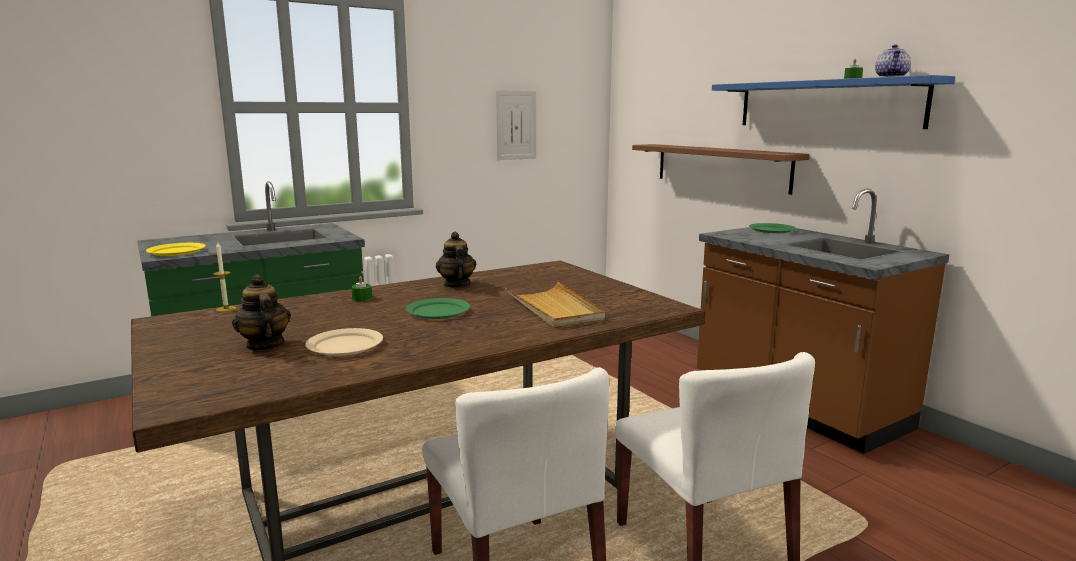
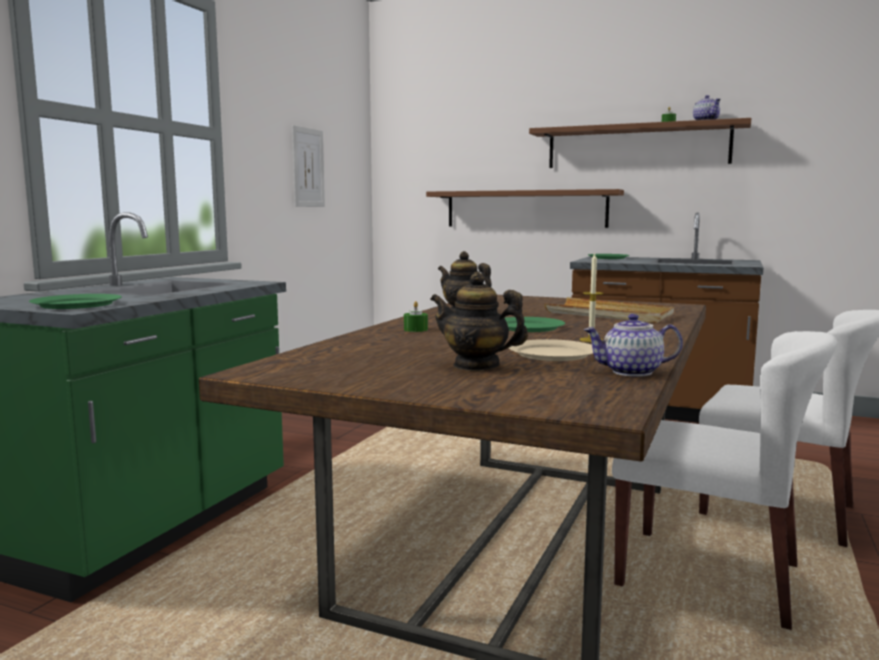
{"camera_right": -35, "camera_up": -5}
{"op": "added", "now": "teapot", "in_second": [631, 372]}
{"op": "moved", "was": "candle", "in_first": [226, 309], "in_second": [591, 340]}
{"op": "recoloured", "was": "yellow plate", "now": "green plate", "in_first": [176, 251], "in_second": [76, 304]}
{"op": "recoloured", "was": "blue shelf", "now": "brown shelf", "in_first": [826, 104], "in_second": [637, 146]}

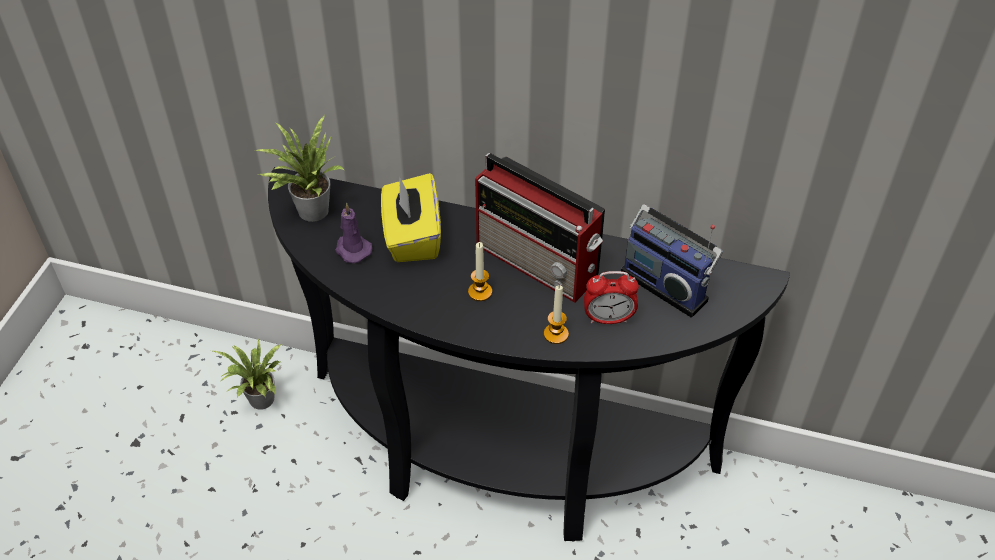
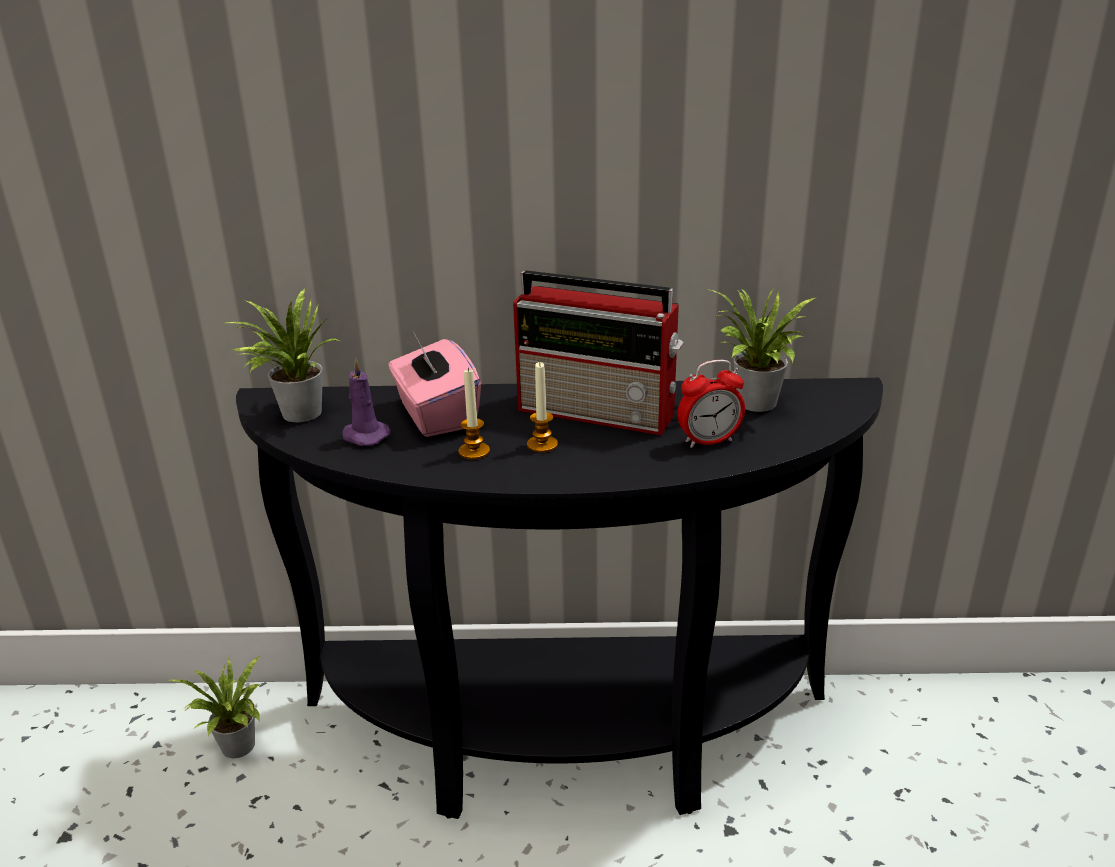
{"camera_right": -15, "camera_up": -20}
{"op": "moved", "was": "candle", "in_first": [556, 334], "in_second": [474, 451]}
{"op": "replaced", "was": "radio", "now": "potted plant", "in_first": [666, 284], "in_second": [755, 405]}
{"op": "recoloured", "was": "yellow tissue box", "now": "pink tissue box", "in_first": [412, 237], "in_second": [436, 415]}

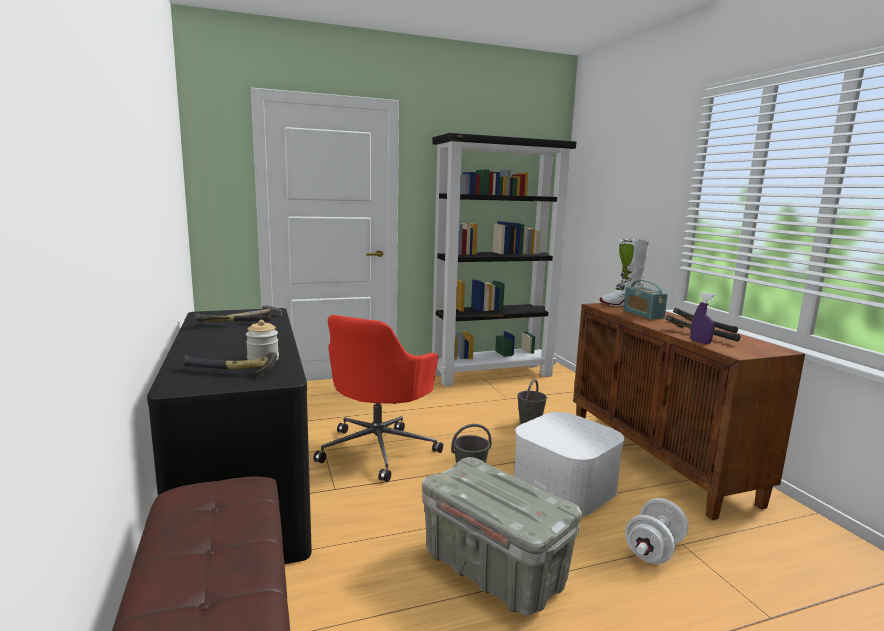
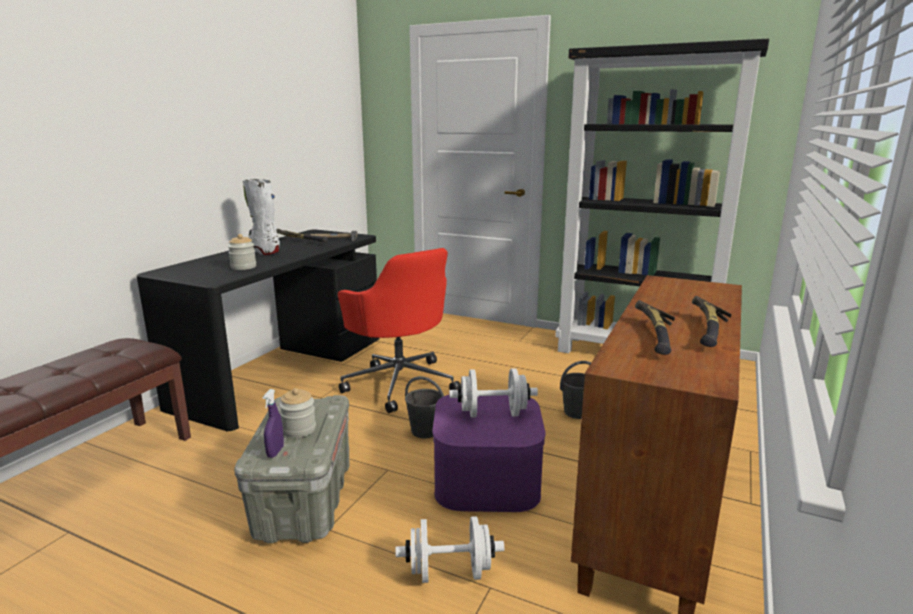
{"camera_right": 45, "camera_up": 5}
{"op": "removed", "was": "hammer", "in_first": [230, 373]}
{"op": "removed", "was": "radio", "in_first": [643, 314]}
{"op": "added", "now": "jar", "in_second": [299, 429]}
{"op": "added", "now": "white dumbbell", "in_second": [493, 414]}
{"op": "moved", "was": "white boot", "in_first": [620, 304], "in_second": [258, 252]}
{"op": "moved", "was": "purple spray bottle", "in_first": [700, 342], "in_second": [275, 452]}
{"op": "recoloured", "was": "white storage box", "now": "purple storage box", "in_first": [565, 486], "in_second": [487, 478]}
{"op": "turned", "was": "red office chair", "in_first": [379, 449], "in_second": [400, 383], "clockwise": -105}

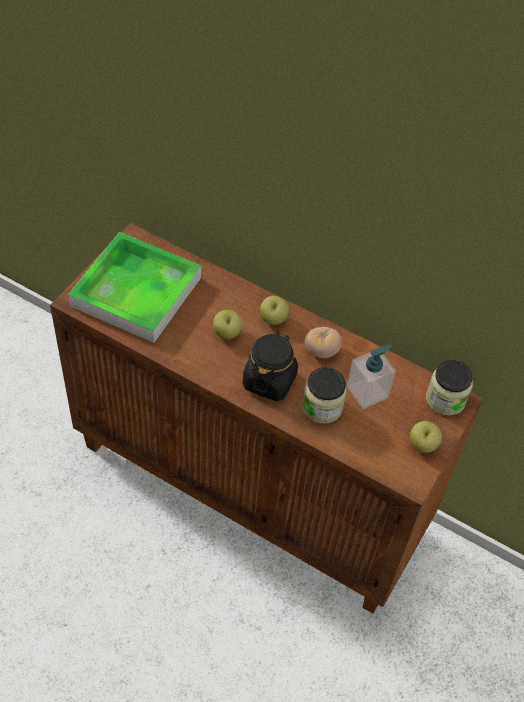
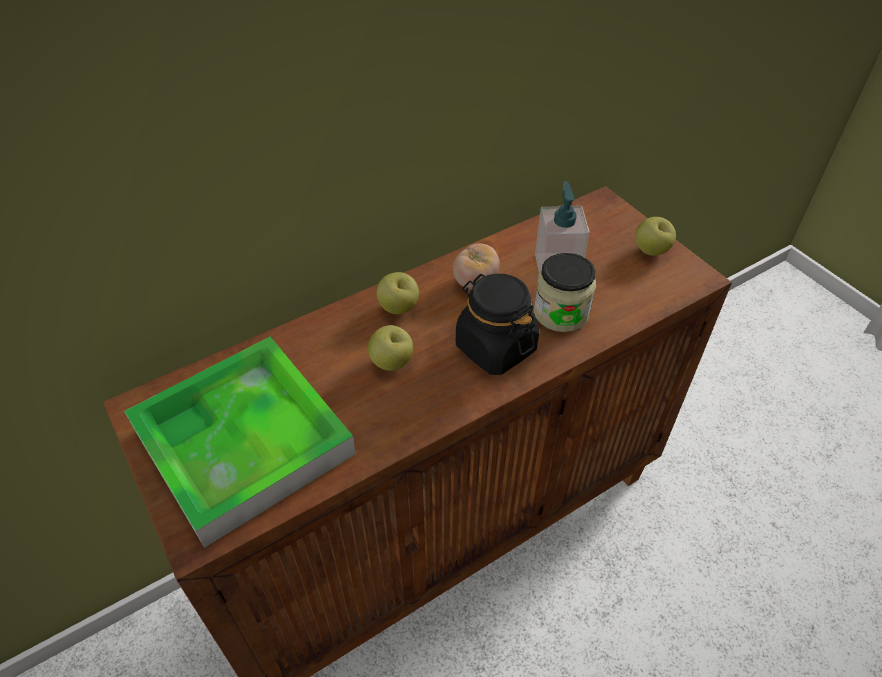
{"camera_right": -60, "camera_up": -5}
{"op": "removed", "was": "jar", "in_first": [445, 399]}

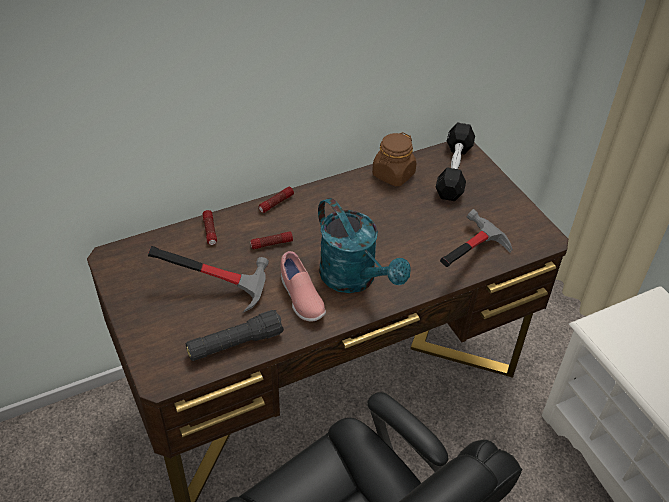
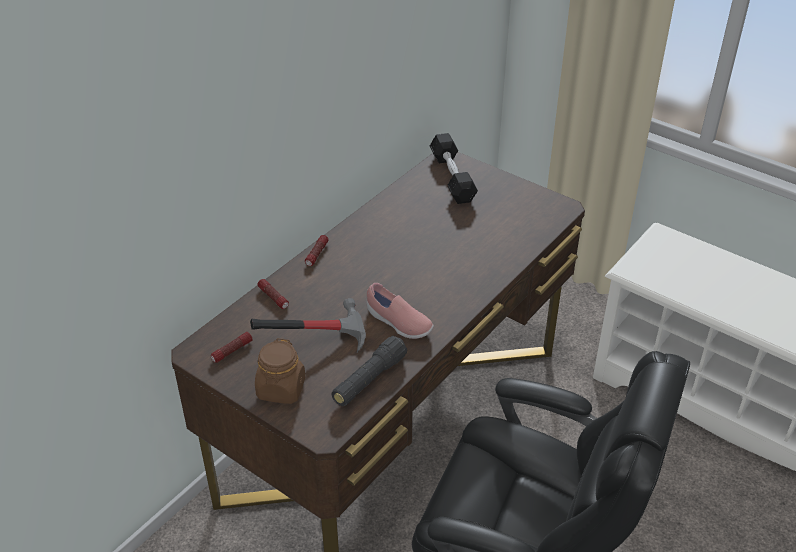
{"camera_right": -25, "camera_up": -5}
{"op": "removed", "was": "turquoise watering can", "in_first": [355, 279]}
{"op": "removed", "was": "hammer", "in_first": [467, 256]}
{"op": "moved", "was": "flashlight", "in_first": [271, 244], "in_second": [232, 351]}
{"op": "moved", "was": "brown jar", "in_first": [393, 175], "in_second": [281, 389]}

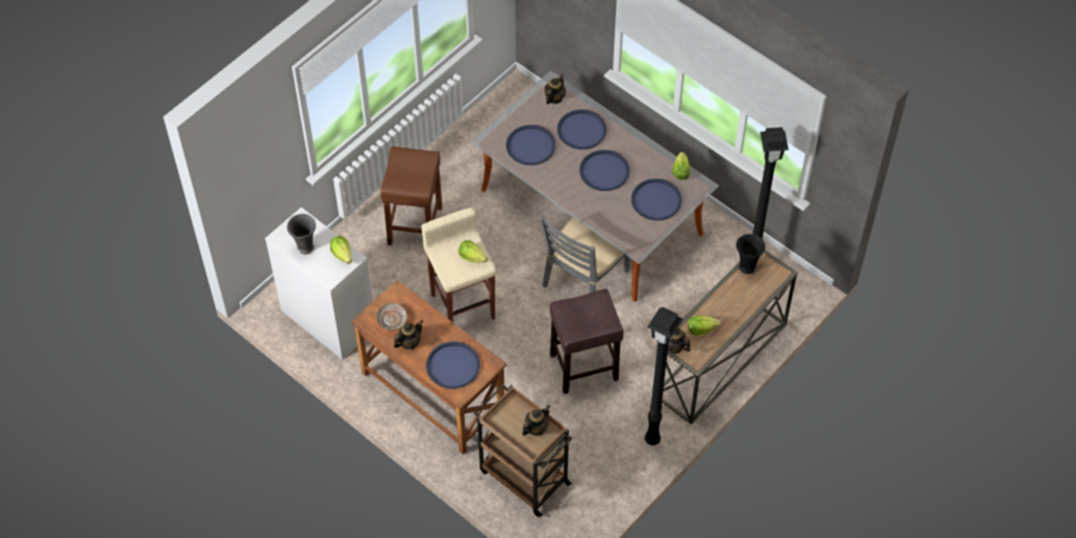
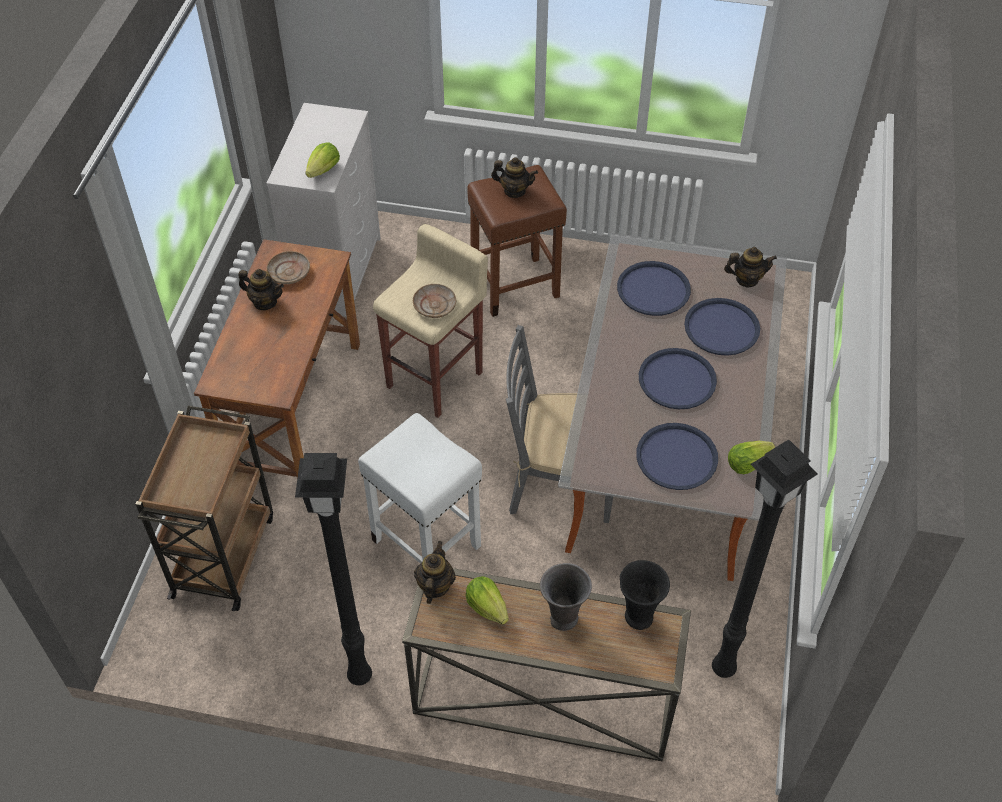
{"camera_right": 60, "camera_up": -5}
{"op": "removed", "was": "blue tray", "in_first": [453, 366]}
{"op": "moved", "was": "grey vase", "in_first": [305, 248], "in_second": [562, 619]}
{"op": "moved", "was": "teapot", "in_first": [536, 428], "in_second": [514, 191]}
{"op": "replaced", "was": "lettuce", "now": "beige plate", "in_first": [472, 257], "in_second": [434, 305]}
{"op": "recoloured", "was": "brown stool", "now": "white stool", "in_first": [585, 366], "in_second": [428, 544]}

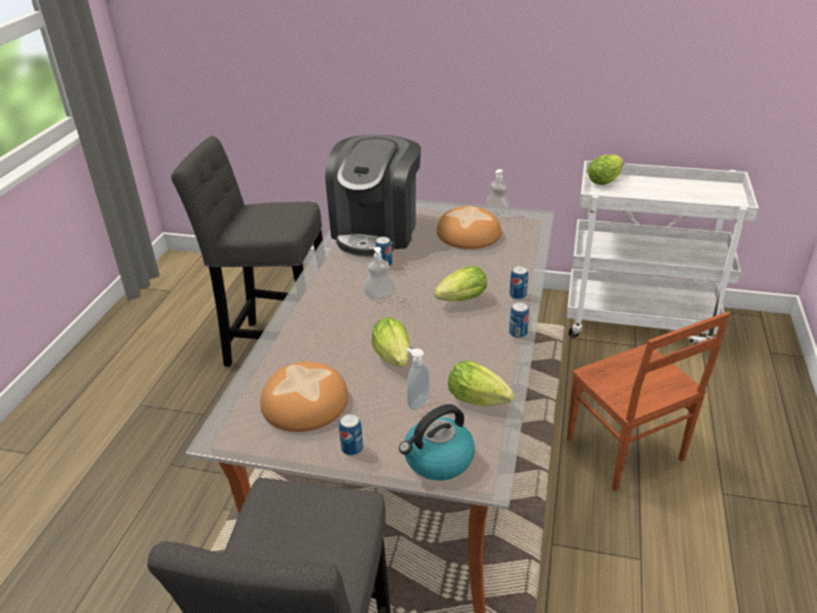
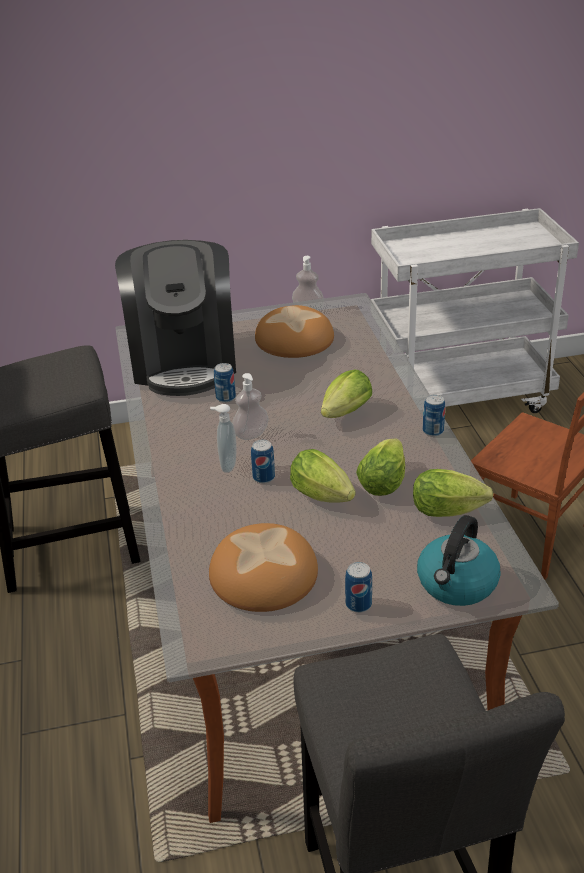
{"camera_right": -25, "camera_up": 0}
{"op": "moved", "was": "soap dispenser", "in_first": [417, 402], "in_second": [226, 465]}
{"op": "moved", "was": "can", "in_first": [518, 295], "in_second": [264, 477]}
{"op": "moved", "was": "lettuce", "in_first": [606, 180], "in_second": [384, 481]}

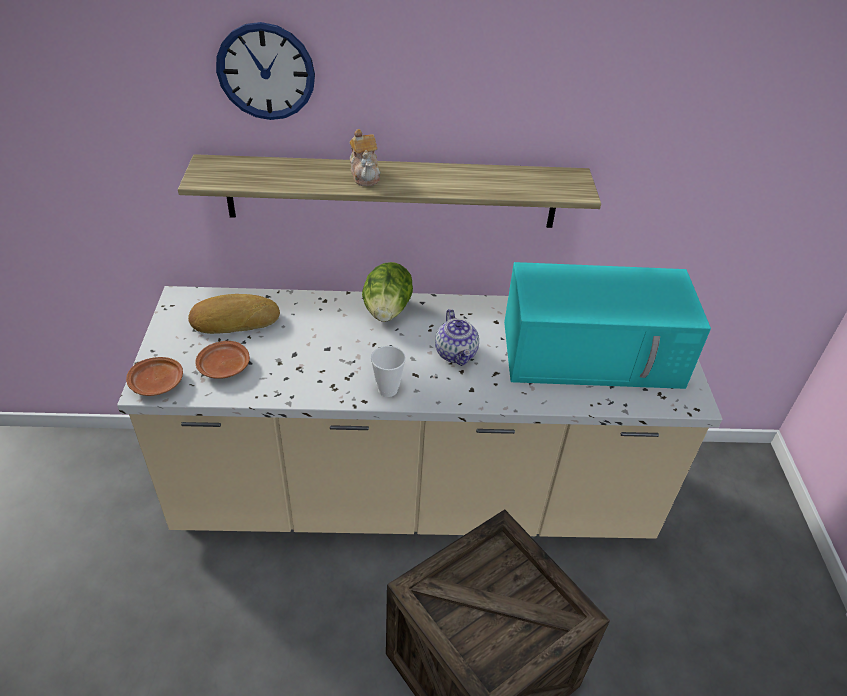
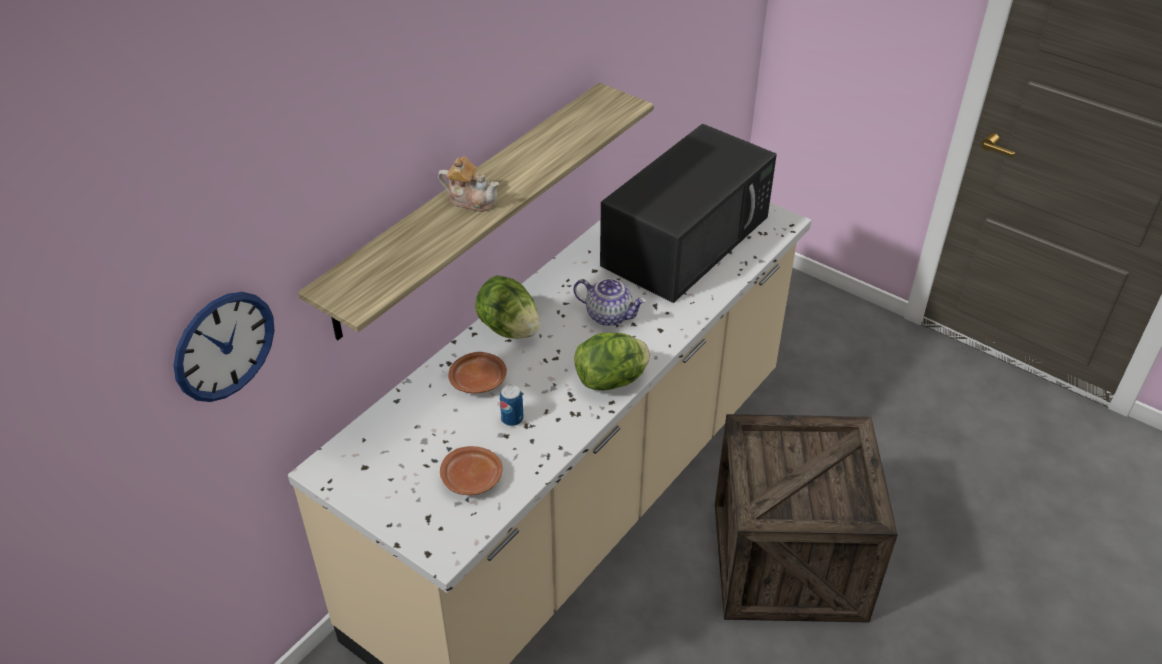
{"camera_right": -50, "camera_up": 0}
{"op": "removed", "was": "bread", "in_first": [234, 319]}
{"op": "added", "now": "can", "in_second": [512, 419]}
{"op": "moved", "was": "brown plate", "in_first": [157, 383], "in_second": [478, 380]}
{"op": "moved", "was": "wall clock", "in_first": [266, 72], "in_second": [224, 346]}
{"op": "replaced", "was": "cup", "now": "lettuce", "in_first": [387, 389], "in_second": [612, 380]}
{"op": "recoloured", "was": "turquoise microwave", "now": "black microwave", "in_first": [594, 353], "in_second": [686, 239]}

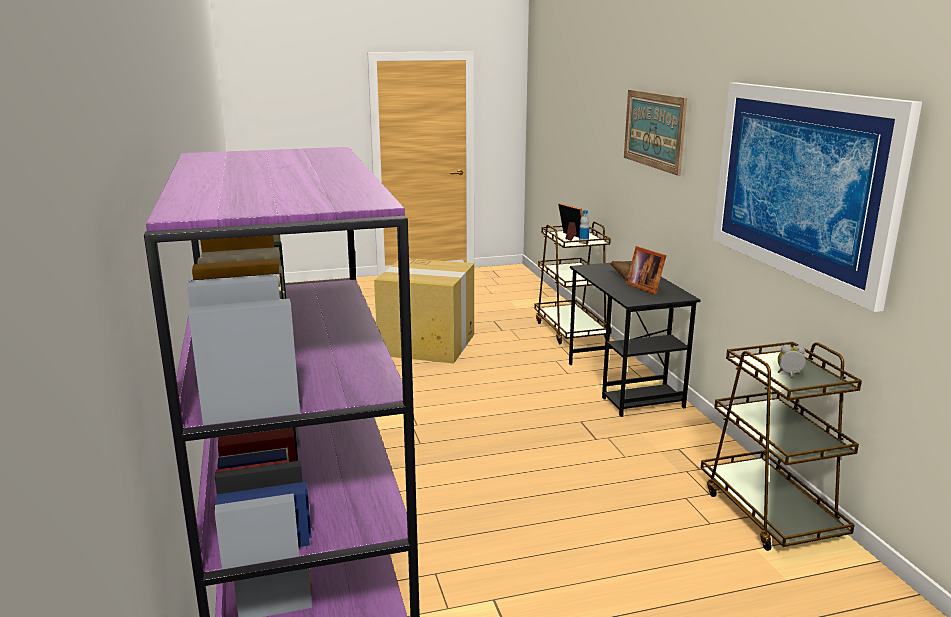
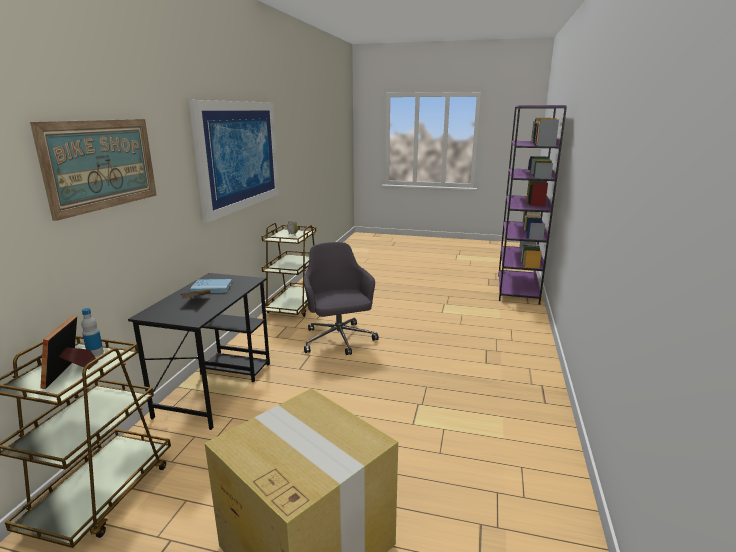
{"camera_right": -150, "camera_up": 0}
{"op": "added", "now": "grey office chair", "in_second": [339, 340]}
{"op": "replaced", "was": "picture frame", "now": "blue book", "in_first": [645, 287], "in_second": [212, 288]}

